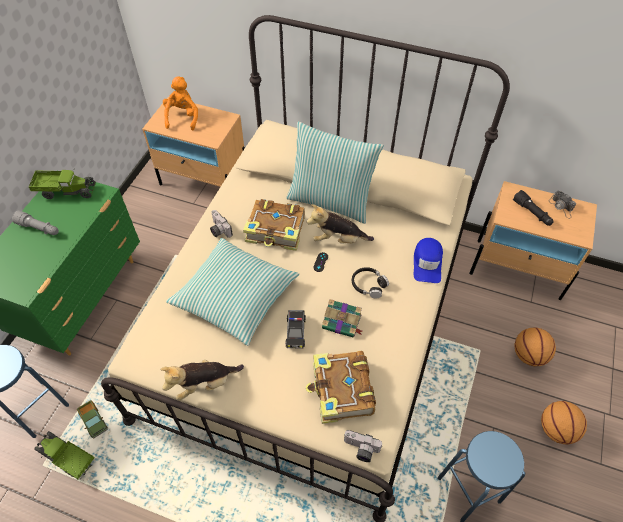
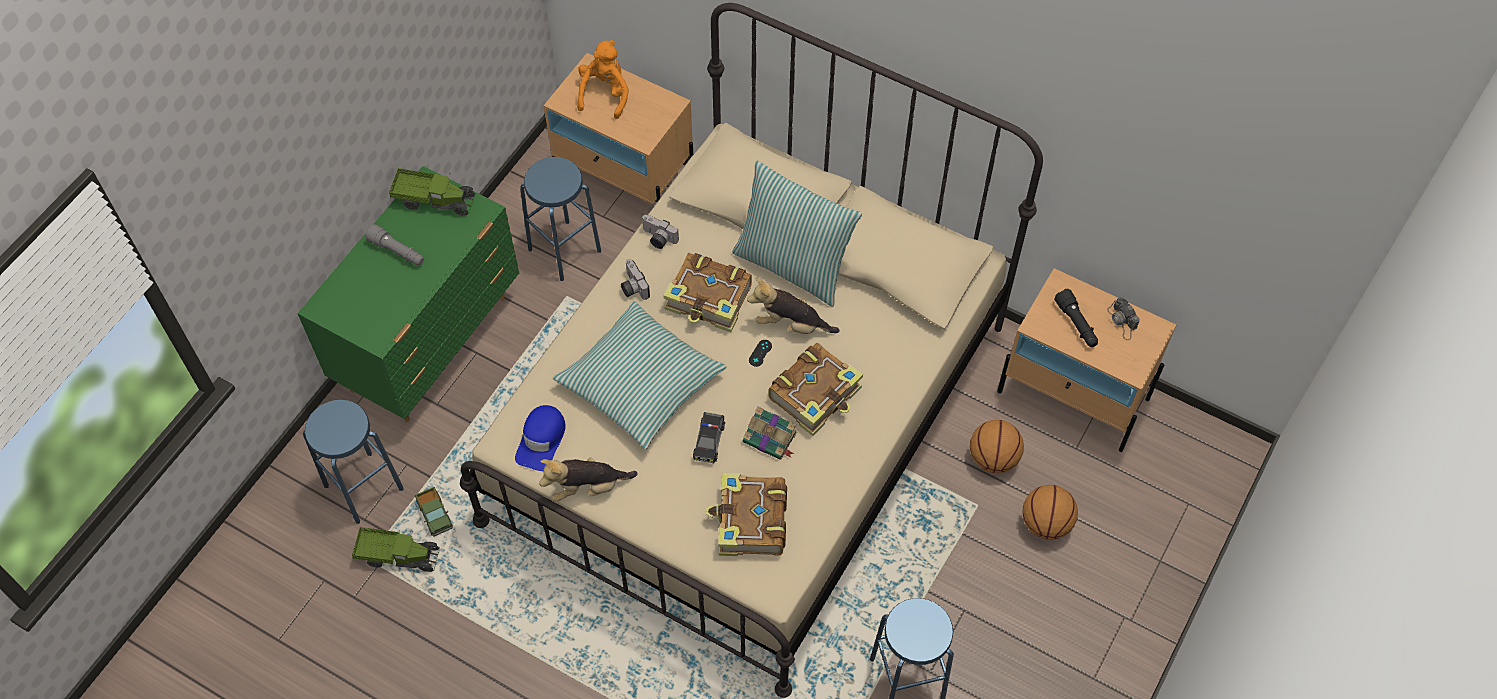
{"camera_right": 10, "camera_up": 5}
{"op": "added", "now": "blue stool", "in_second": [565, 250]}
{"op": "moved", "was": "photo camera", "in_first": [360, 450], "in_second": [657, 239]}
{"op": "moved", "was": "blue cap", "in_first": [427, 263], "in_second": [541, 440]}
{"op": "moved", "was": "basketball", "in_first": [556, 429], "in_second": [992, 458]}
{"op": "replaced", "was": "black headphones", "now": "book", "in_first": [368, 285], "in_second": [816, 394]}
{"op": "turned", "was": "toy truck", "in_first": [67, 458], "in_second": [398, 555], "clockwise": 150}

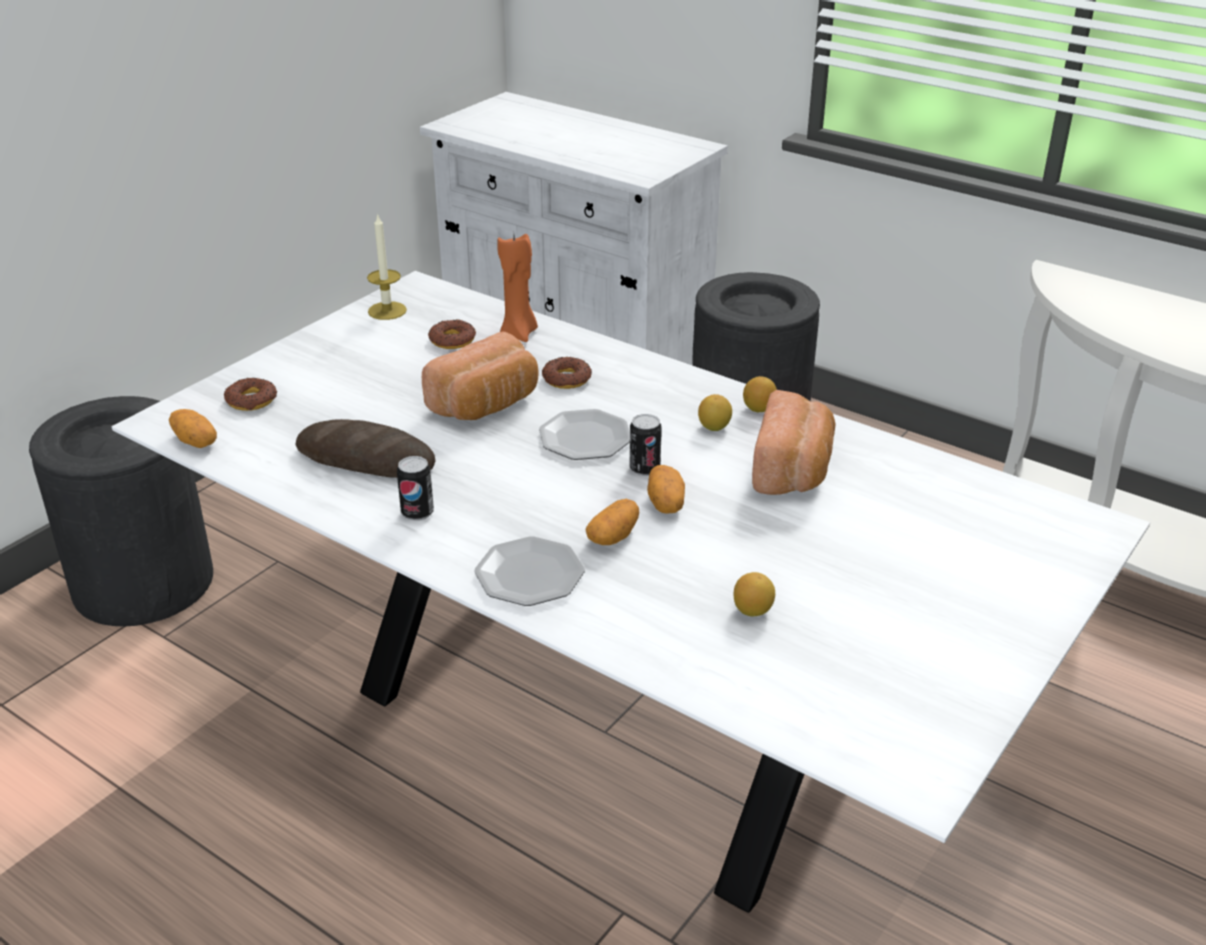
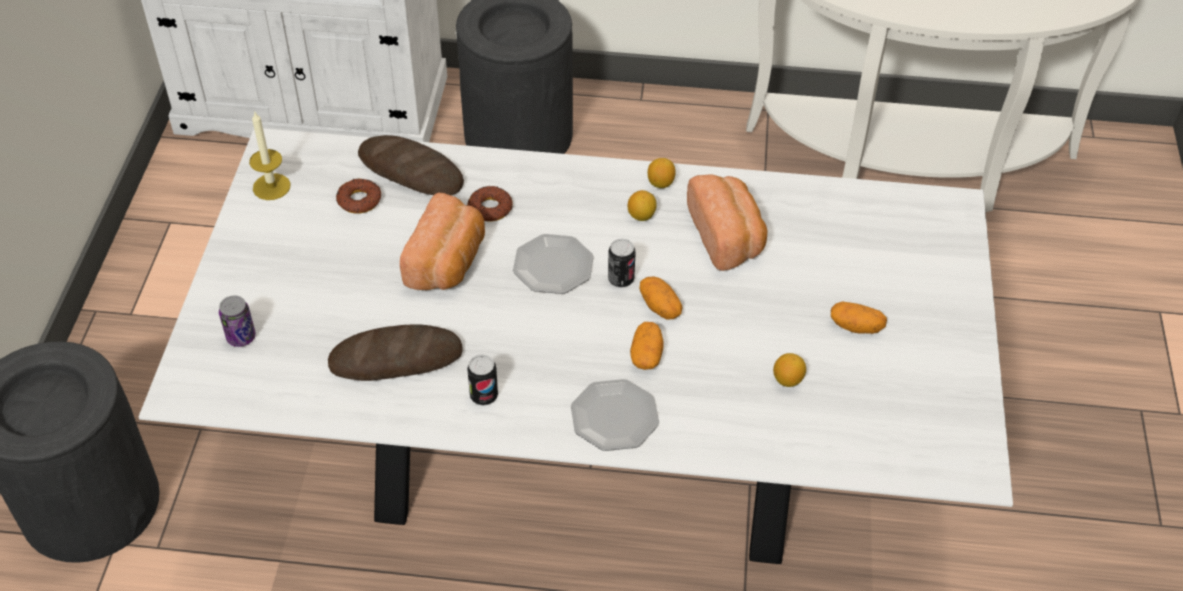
{"camera_right": -30, "camera_up": 15}
{"op": "moved", "was": "potato", "in_first": [195, 441], "in_second": [856, 326]}
{"op": "replaced", "was": "donut", "now": "can", "in_first": [251, 400], "in_second": [241, 337]}
{"op": "replaced", "was": "orange candle", "now": "bread", "in_first": [519, 334], "in_second": [411, 171]}

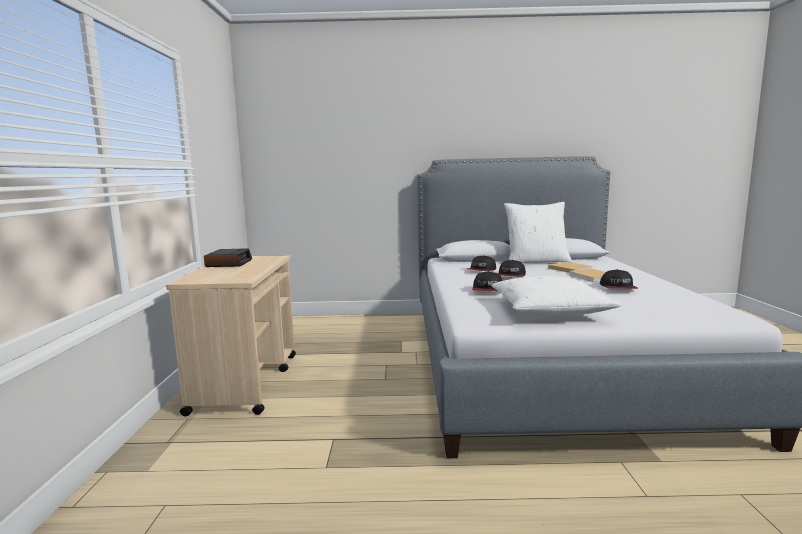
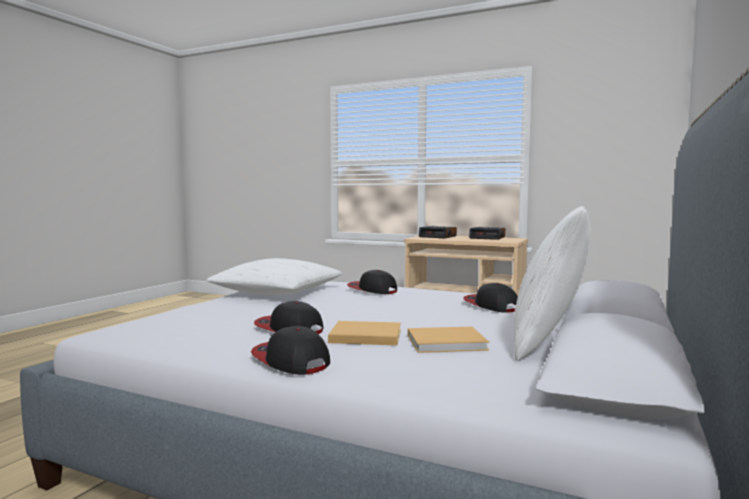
{"camera_right": 115, "camera_up": -5}
{"op": "added", "now": "alarm clock", "in_second": [438, 236]}
{"op": "moved", "was": "cap", "in_first": [511, 276], "in_second": [290, 360]}

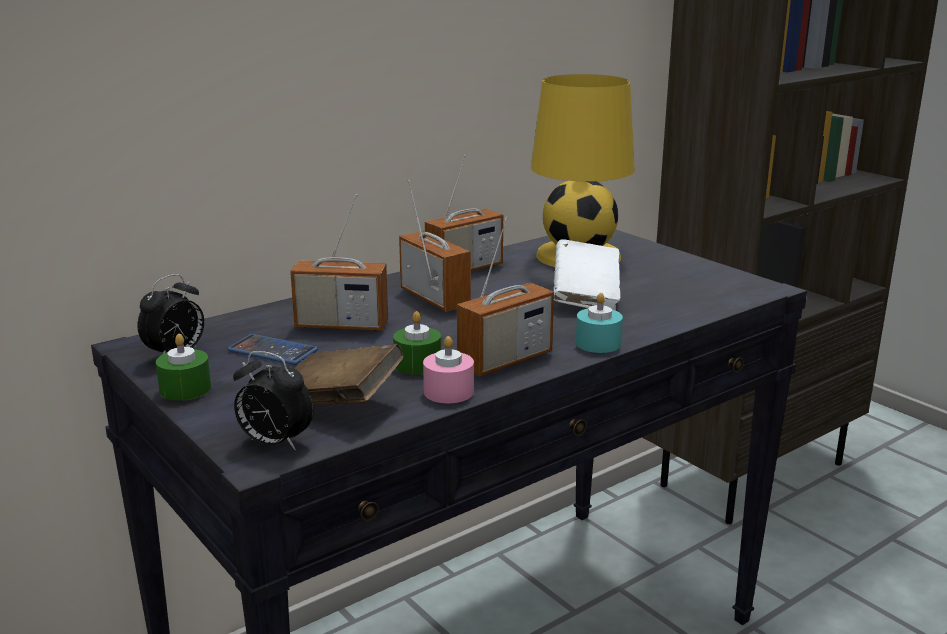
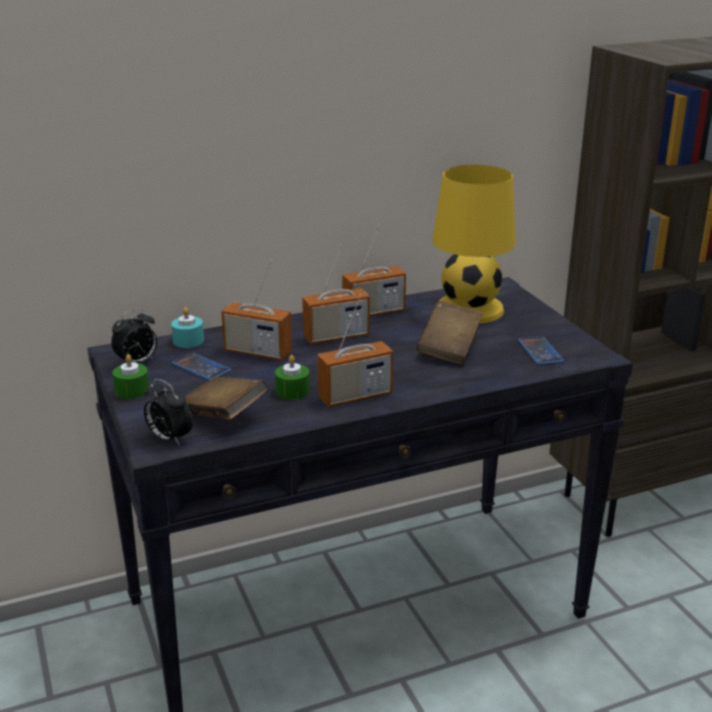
{"camera_right": 15, "camera_up": 5}
{"op": "removed", "was": "pink candle", "in_first": [448, 392]}
{"op": "added", "now": "phone", "in_second": [540, 351]}
{"op": "moved", "was": "turquoise candle", "in_first": [598, 343], "in_second": [188, 341]}
{"op": "recoloured", "was": "white book", "now": "brown book", "in_first": [585, 297], "in_second": [449, 349]}
{"op": "turned", "was": "radio", "in_first": [435, 298], "in_second": [336, 336], "clockwise": 90}

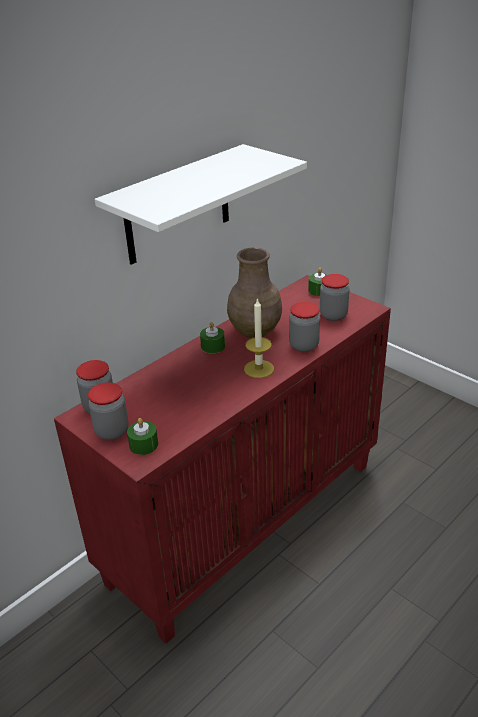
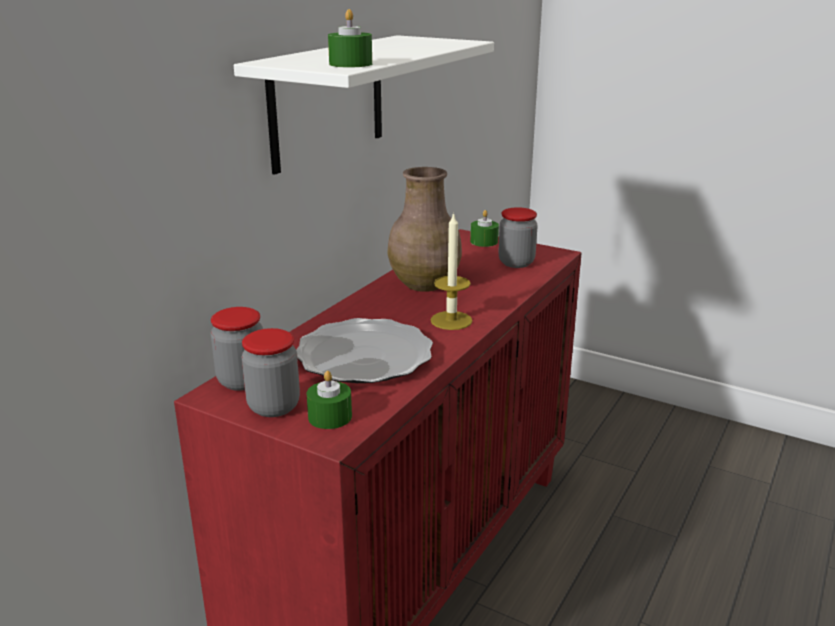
{"camera_right": -15, "camera_up": -10}
{"op": "removed", "was": "jar", "in_first": [304, 345]}
{"op": "added", "now": "plate", "in_second": [364, 357]}
{"op": "moved", "was": "green candle", "in_first": [213, 346], "in_second": [350, 64]}

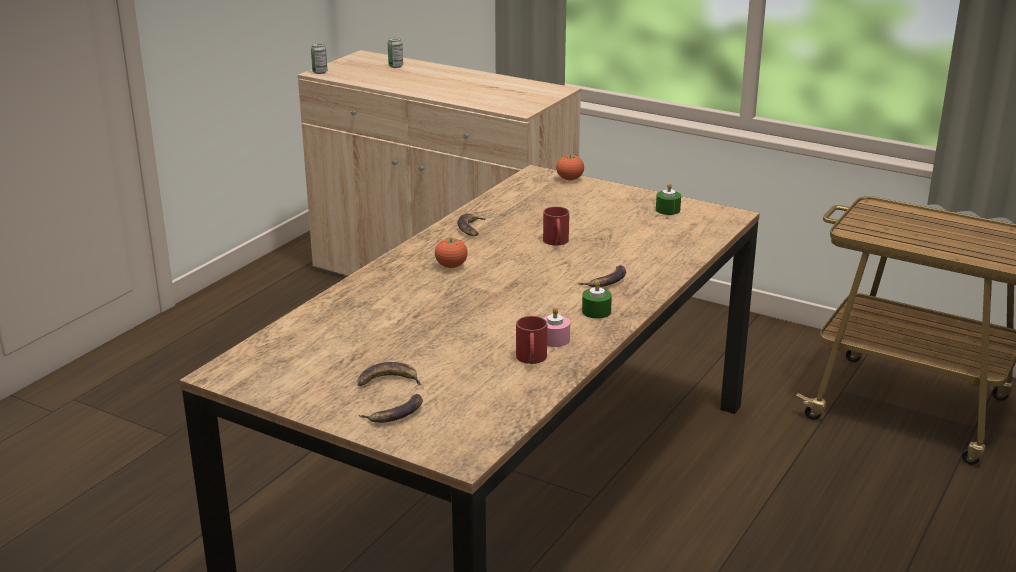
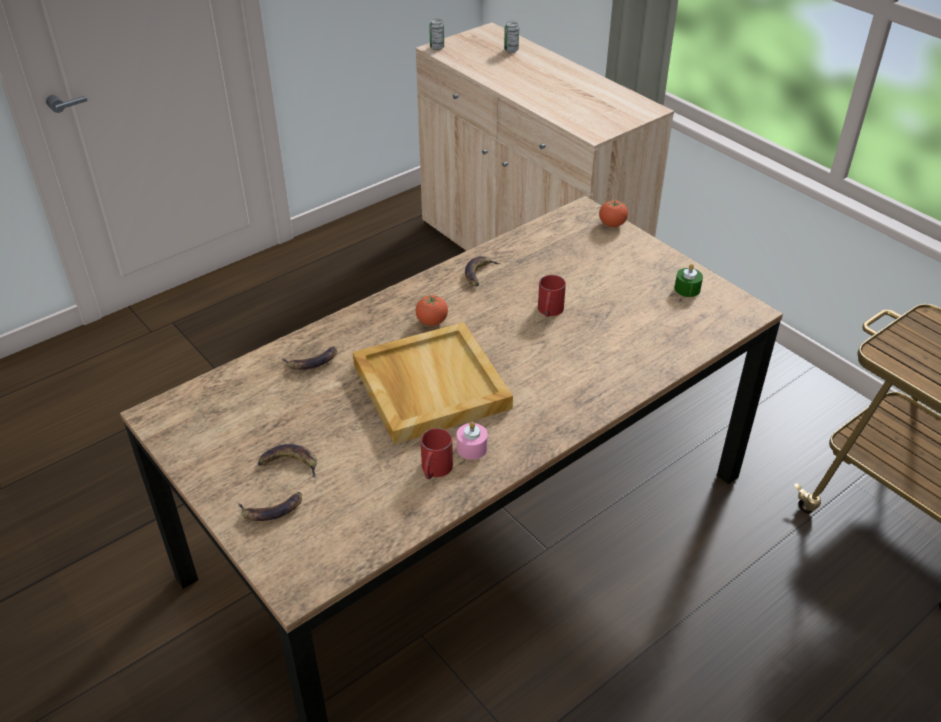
{"camera_right": 20, "camera_up": 15}
{"op": "removed", "was": "green candle", "in_first": [596, 311]}
{"op": "added", "now": "beige tray", "in_second": [429, 385]}
{"op": "moved", "was": "banana", "in_first": [606, 281], "in_second": [312, 361]}

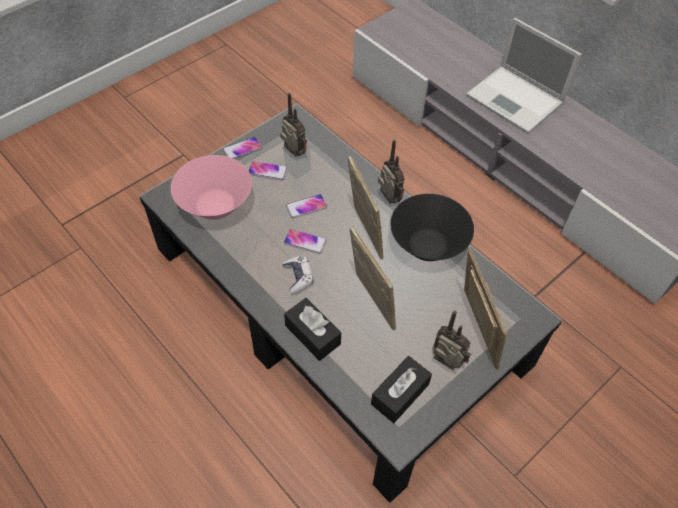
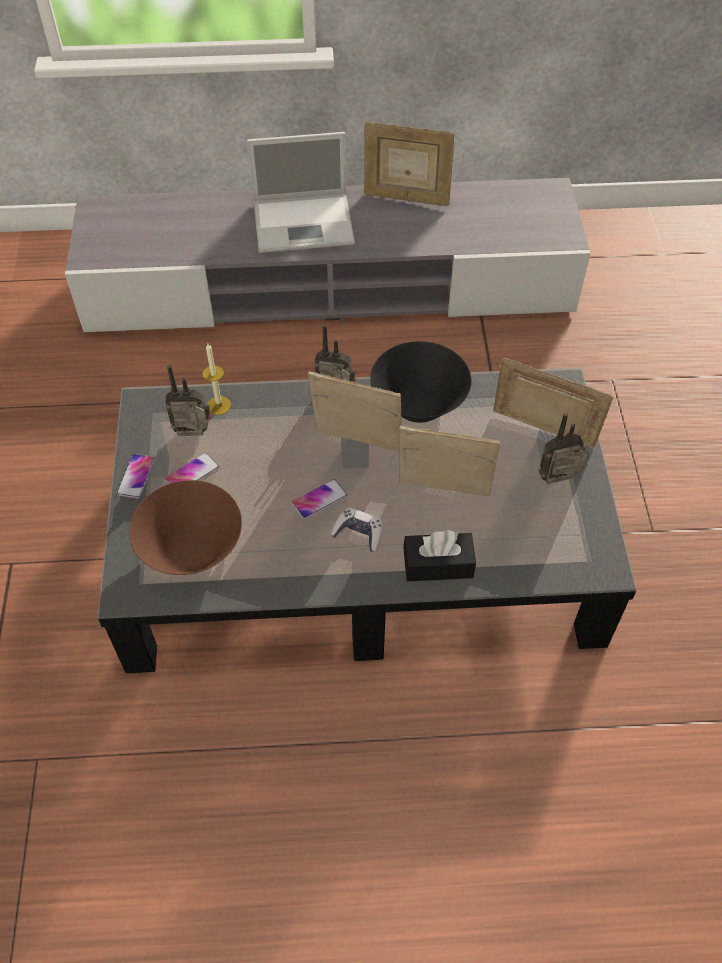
{"camera_right": -50, "camera_up": 0}
{"op": "removed", "was": "phone", "in_first": [306, 206]}
{"op": "removed", "was": "black tissue box", "in_first": [400, 394]}
{"op": "added", "now": "candle", "in_second": [219, 405]}
{"op": "added", "now": "picture frame", "in_second": [406, 197]}
{"op": "recoloured", "was": "pink bowl", "now": "brown bowl", "in_first": [215, 206], "in_second": [192, 550]}

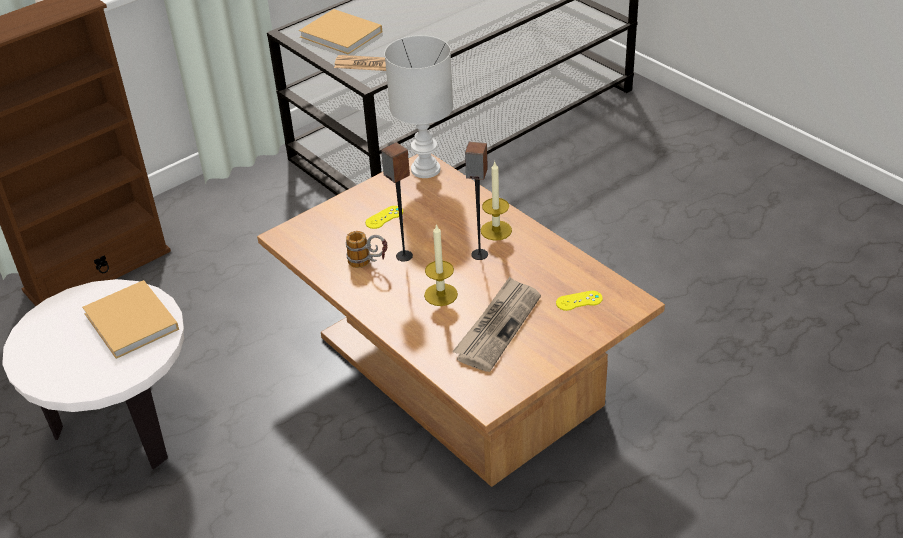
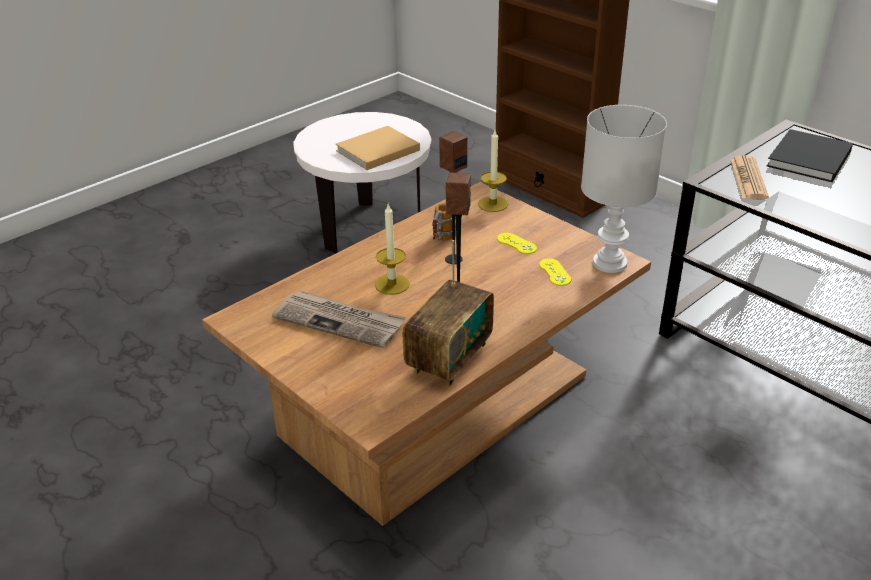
{"camera_right": 85, "camera_up": -5}
{"op": "added", "now": "radio", "in_second": [449, 358]}
{"op": "moved", "was": "candle", "in_first": [496, 230], "in_second": [493, 204]}
{"op": "moved", "was": "yellow game controller", "in_first": [579, 301], "in_second": [554, 272]}
{"op": "recoloured", "was": "beige book", "now": "black book", "in_first": [342, 35], "in_second": [808, 160]}

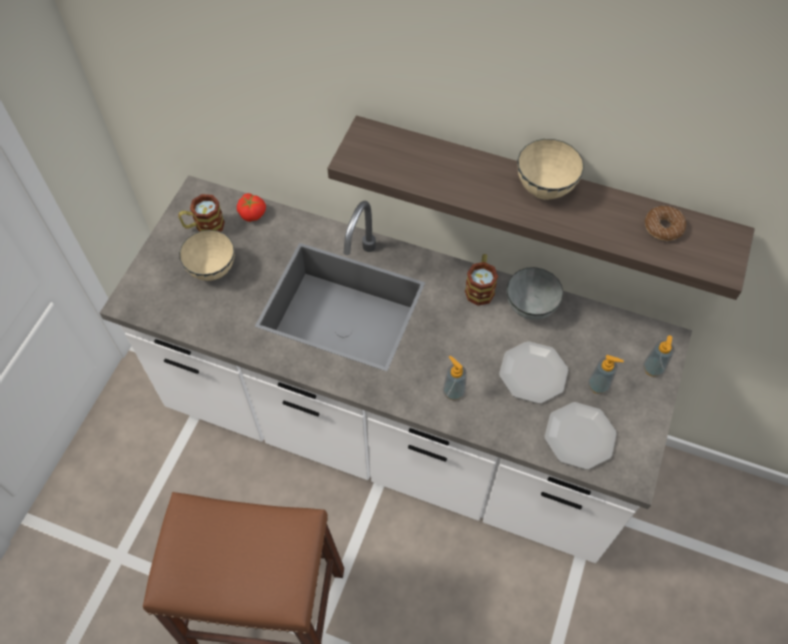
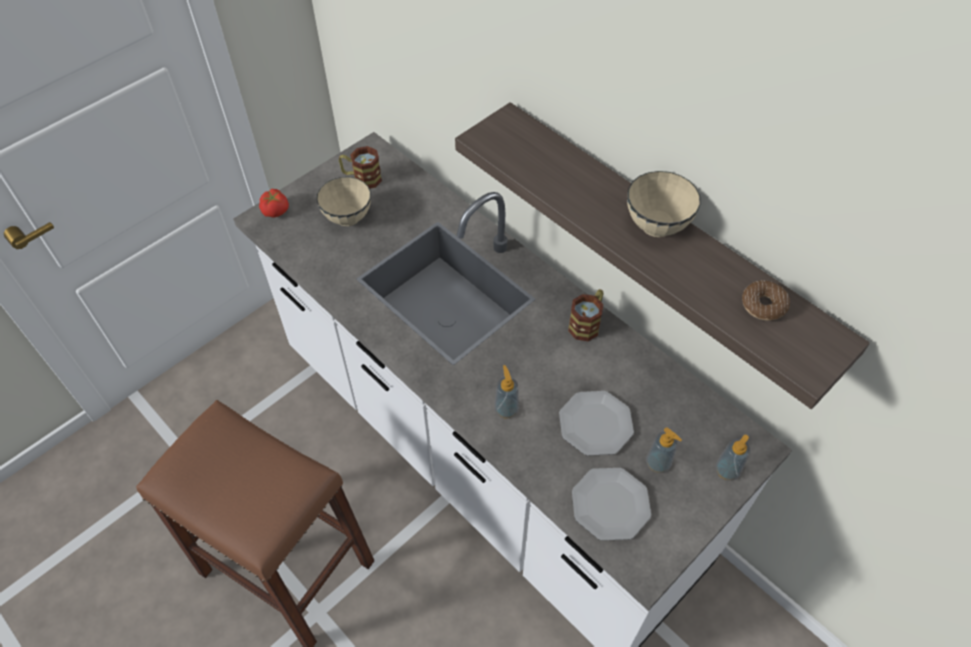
{"camera_right": 25, "camera_up": -5}
{"op": "removed", "was": "grey bowl", "in_first": [531, 307]}
{"op": "moved", "was": "tomato", "in_first": [252, 213], "in_second": [276, 210]}

